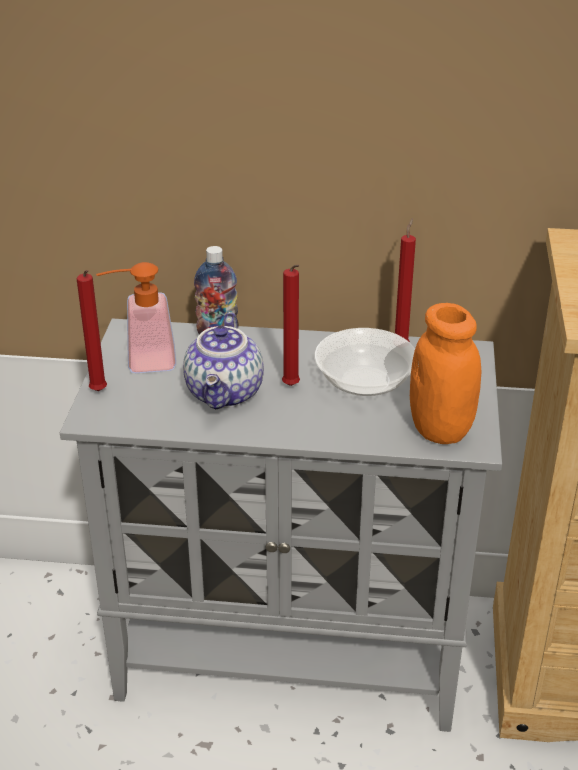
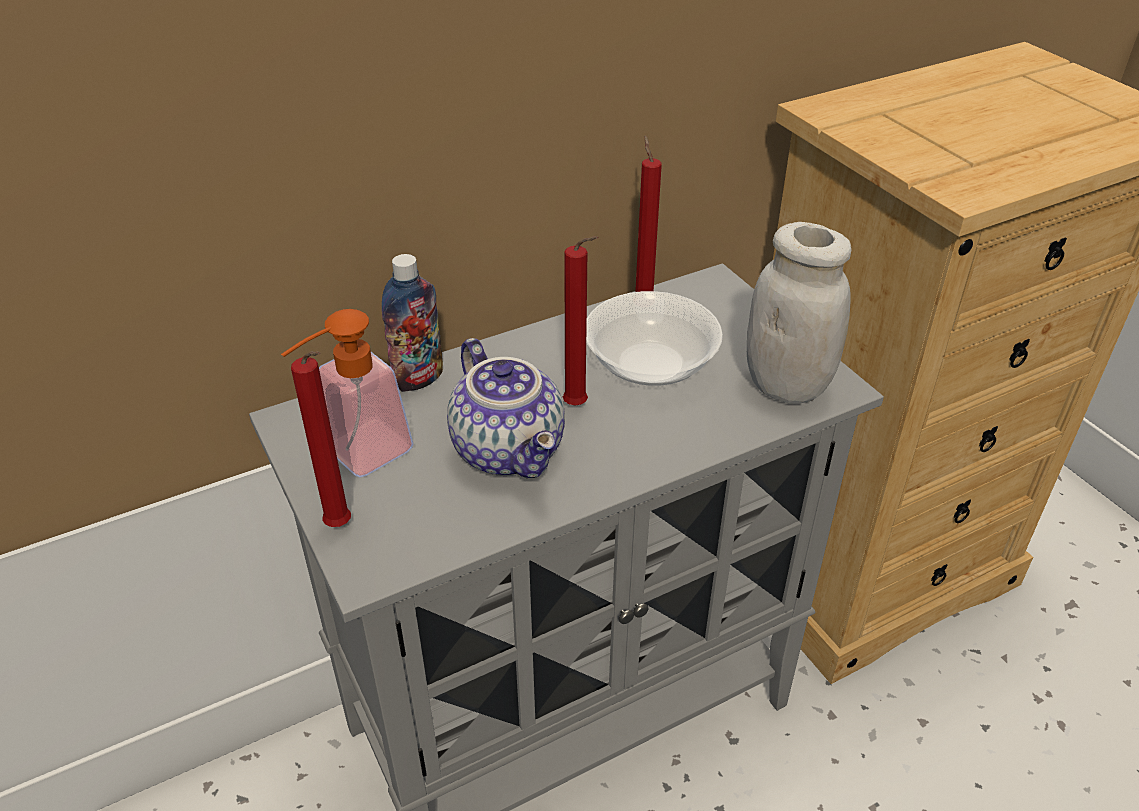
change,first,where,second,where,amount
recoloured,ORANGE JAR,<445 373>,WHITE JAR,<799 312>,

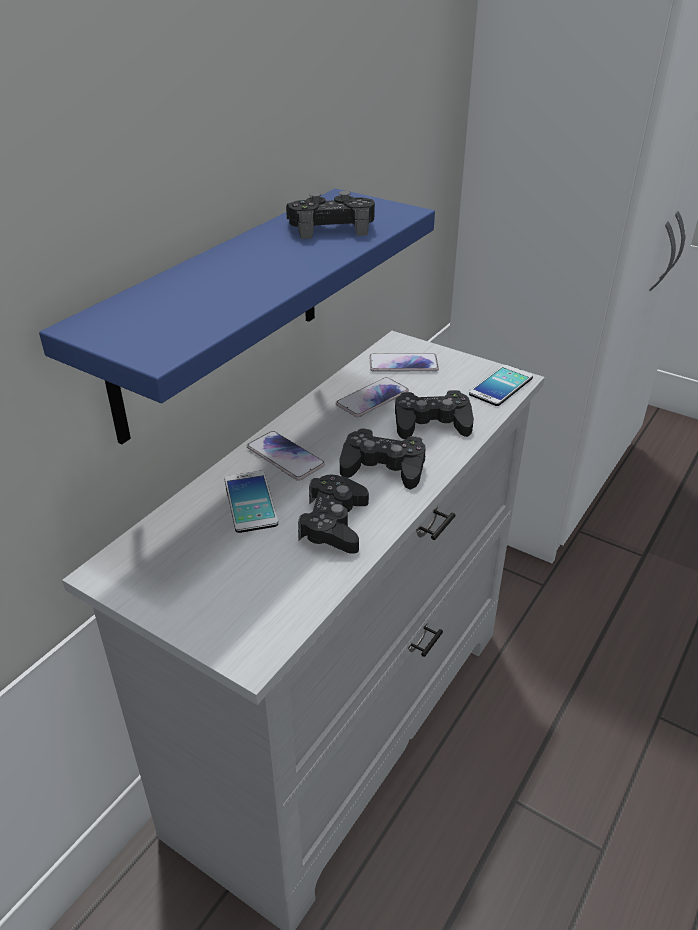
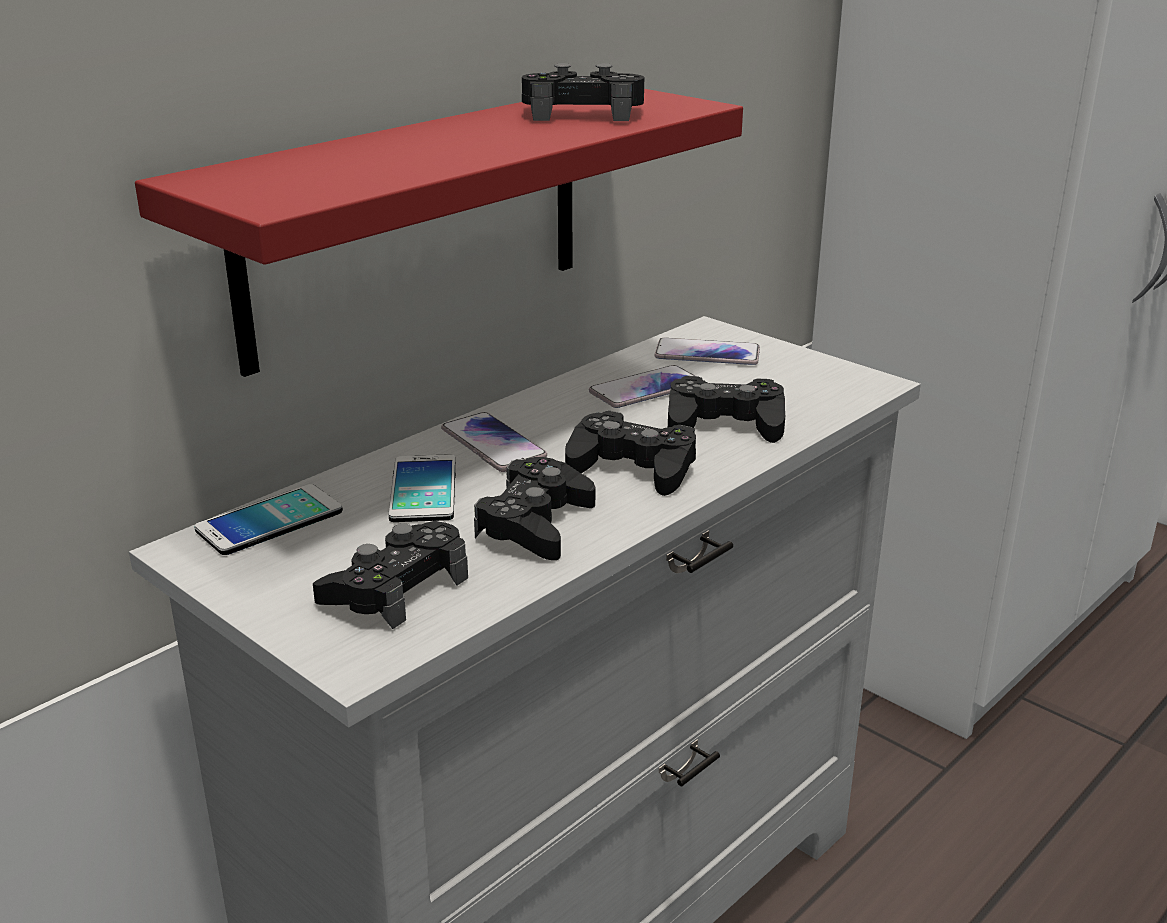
change,first,where,second,where,amount
added,,,BLACK GAME CONTROLLER,<390 574>,
moved,PHONE,<501 385>,,<268 519>,
recoloured,BLUE SHELF,<237 316>,RED SHELF,<439 233>,

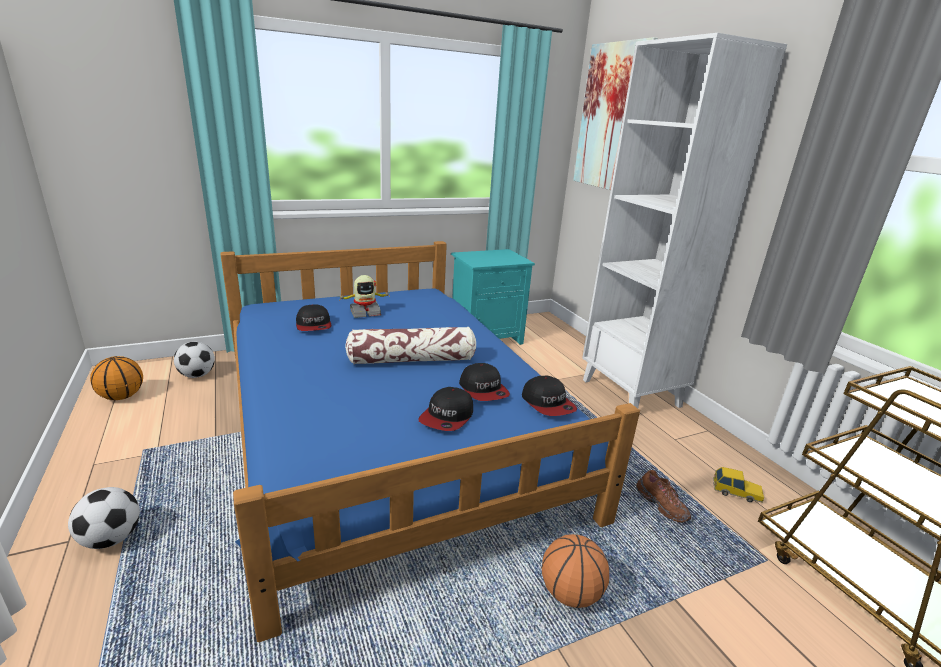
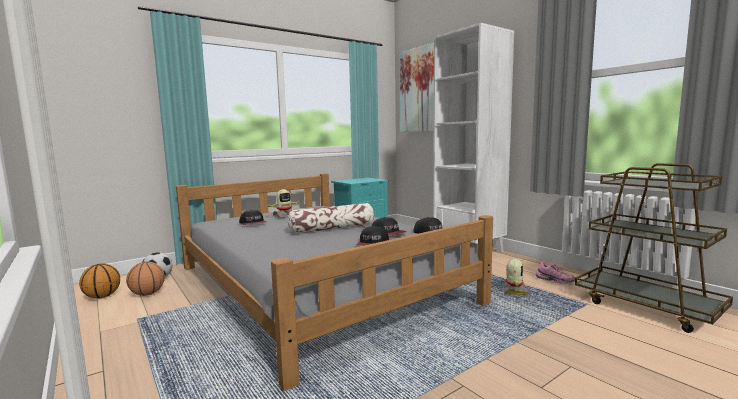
change,first,where,second,where,amount
removed,FOOTBALL,<104 518>,,,
moved,BASKETBALL,<575 571>,,<145 279>,
replaced,BROWN SHOE,<663 496>,TOY ROBOT,<516 278>,
replaced,TOY CAR,<738 485>,PINK SHOE,<555 273>,
recoloured,BLUE BED,<430 441>,GREY BED,<334 282>,

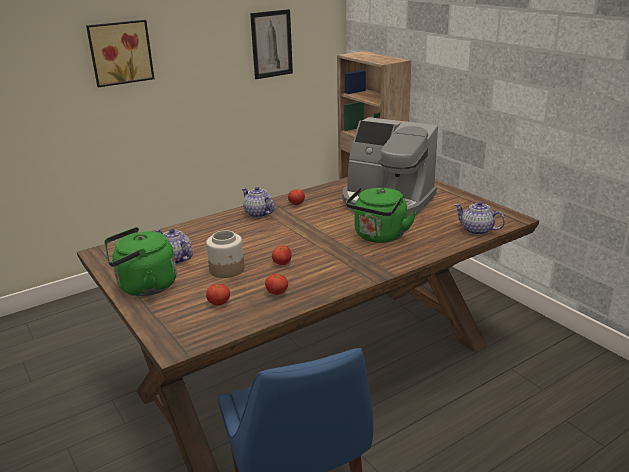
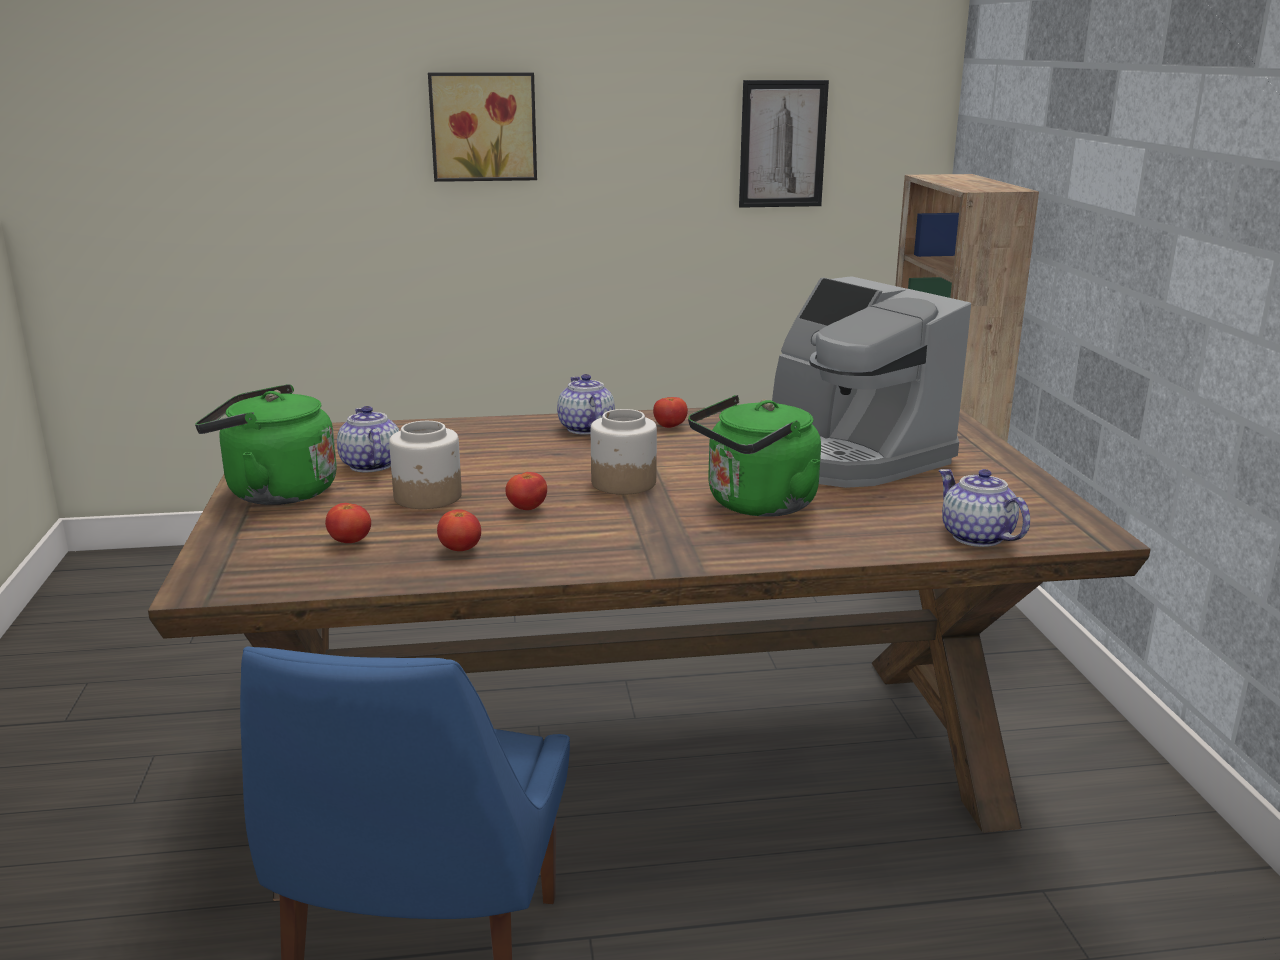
change,first,where,second,where,amount
added,,,JAR,<624 451>,

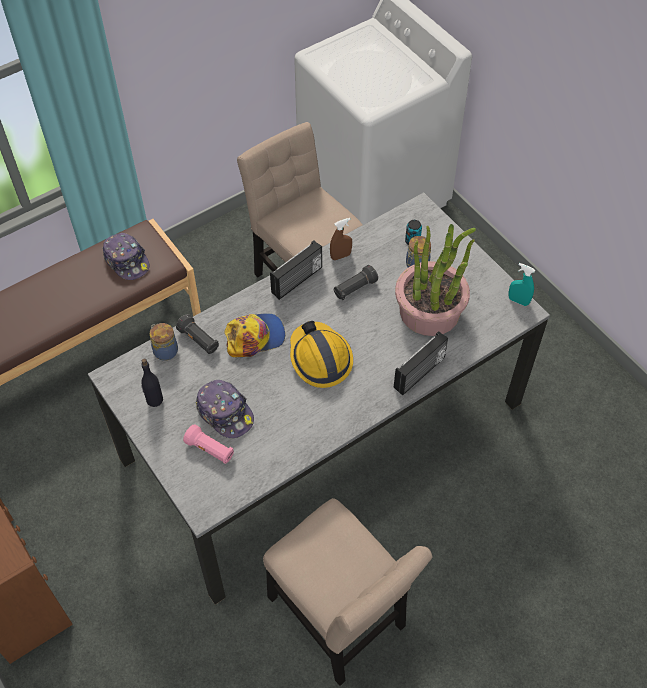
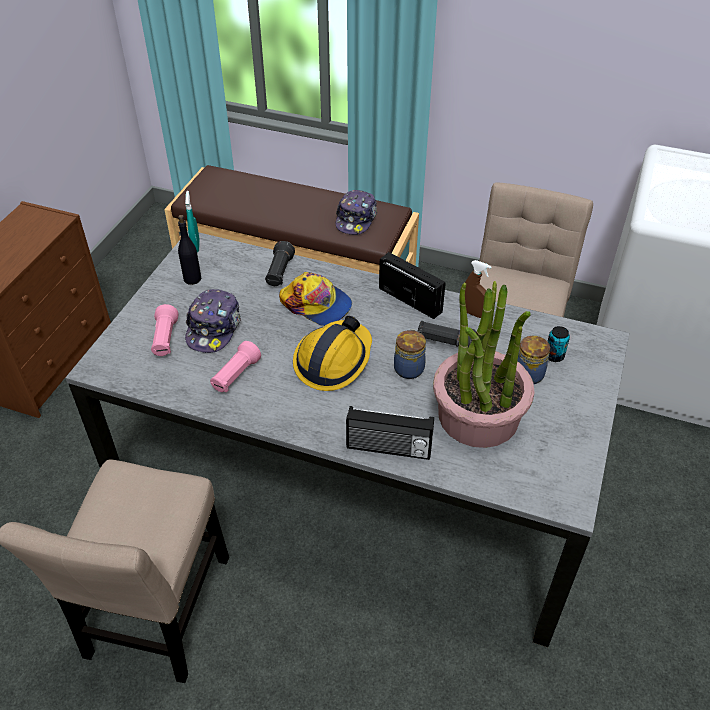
change,first,where,second,where,amount
added,,,PINK FLASHLIGHT,<235 366>,
moved,JAR,<163 342>,,<410 354>,
moved,TURQUOISE SPRAY BOTTLE,<521 284>,,<192 221>,
turned,RADIO,<296 270>,,<412 285>,150 degrees counterclockwise

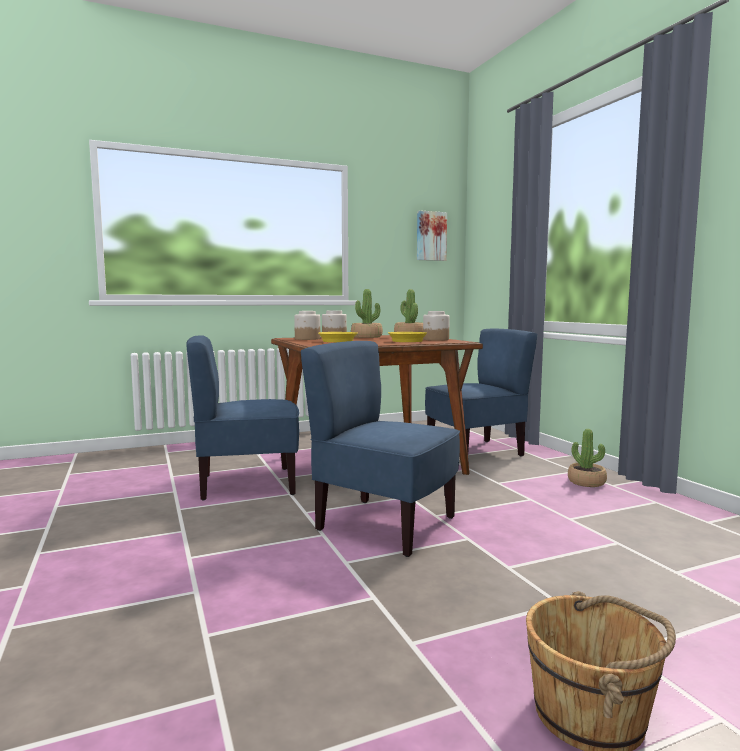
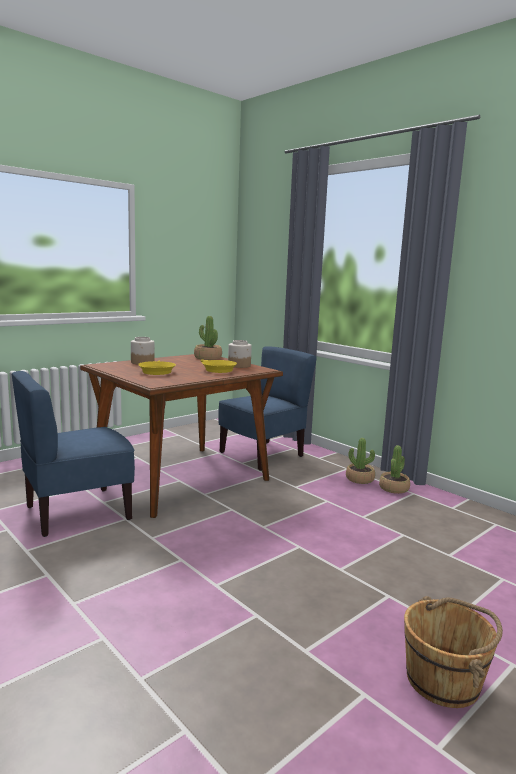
change,first,where,second,where,amount
removed,JAR,<307 325>,,,
removed,BLUE CHAIR,<380 449>,,,
removed,PICTURE,<432 235>,,,
moved,POTTED PLANT,<367 313>,,<394 469>,

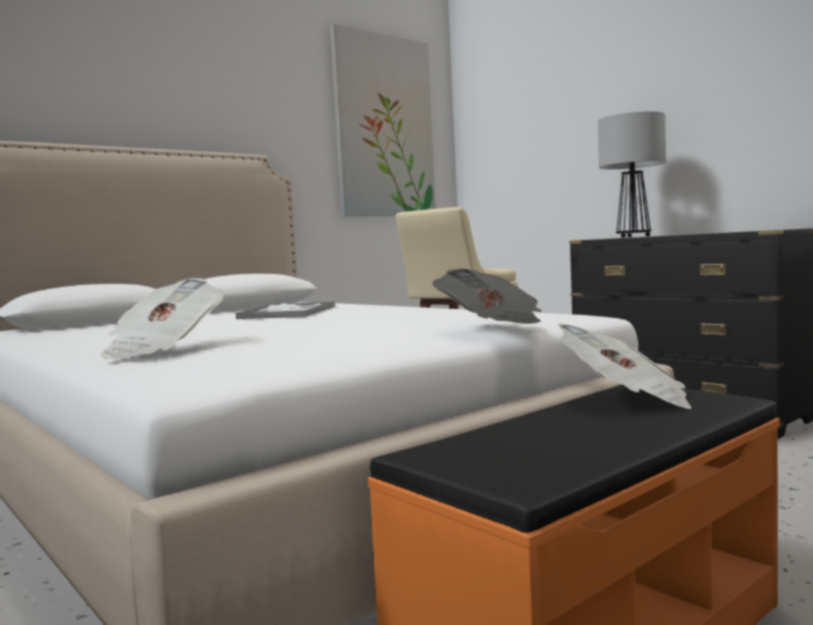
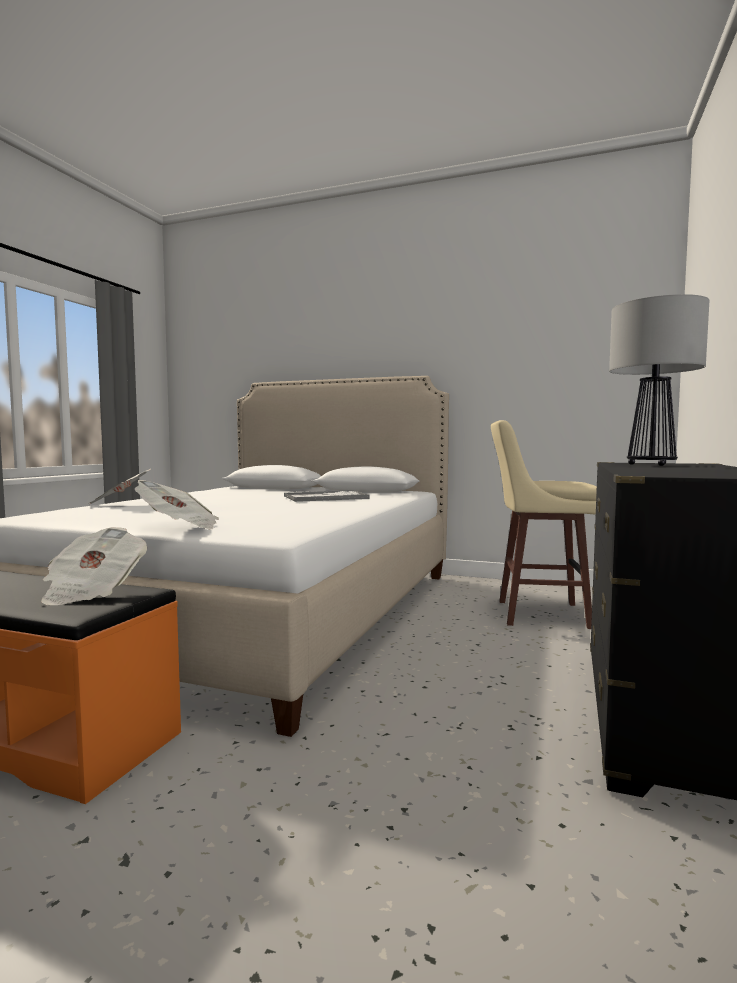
change,first,where,second,where,amount
removed,PICTURE,<383 120>,,,

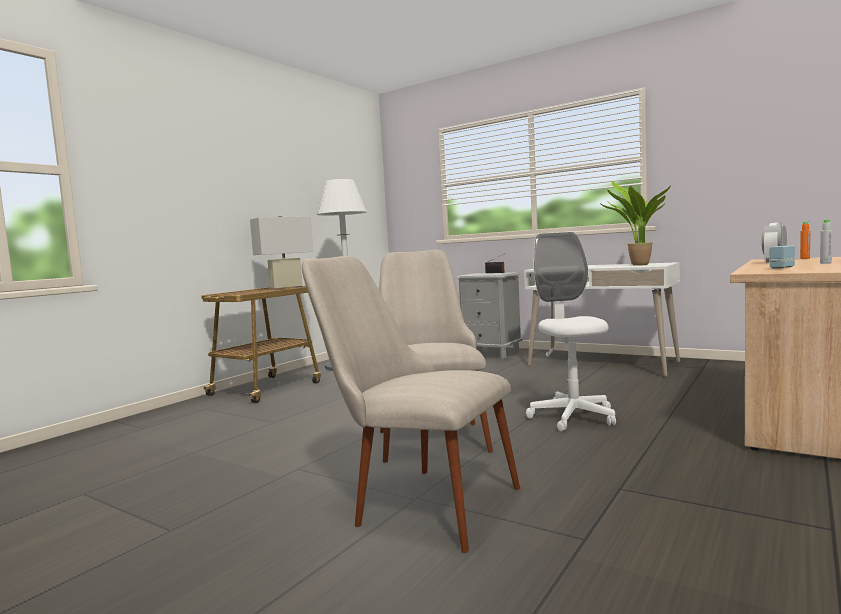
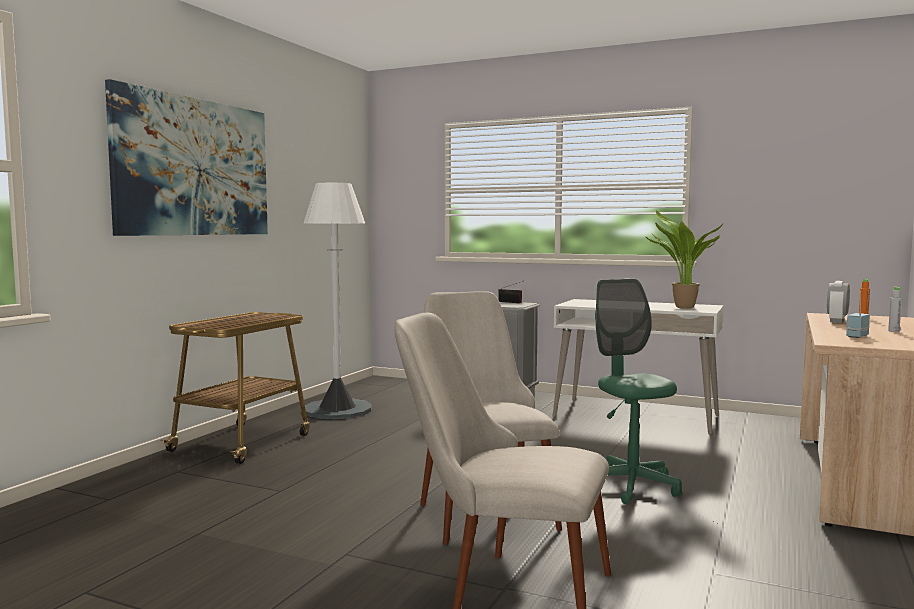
change,first,where,second,where,amount
removed,WHITE TABLE LAMP,<281 252>,,,
added,,,PICTURE,<186 157>,
recoloured,WHITE OFFICE CHAIR,<571 332>,GREEN OFFICE CHAIR,<638 391>,

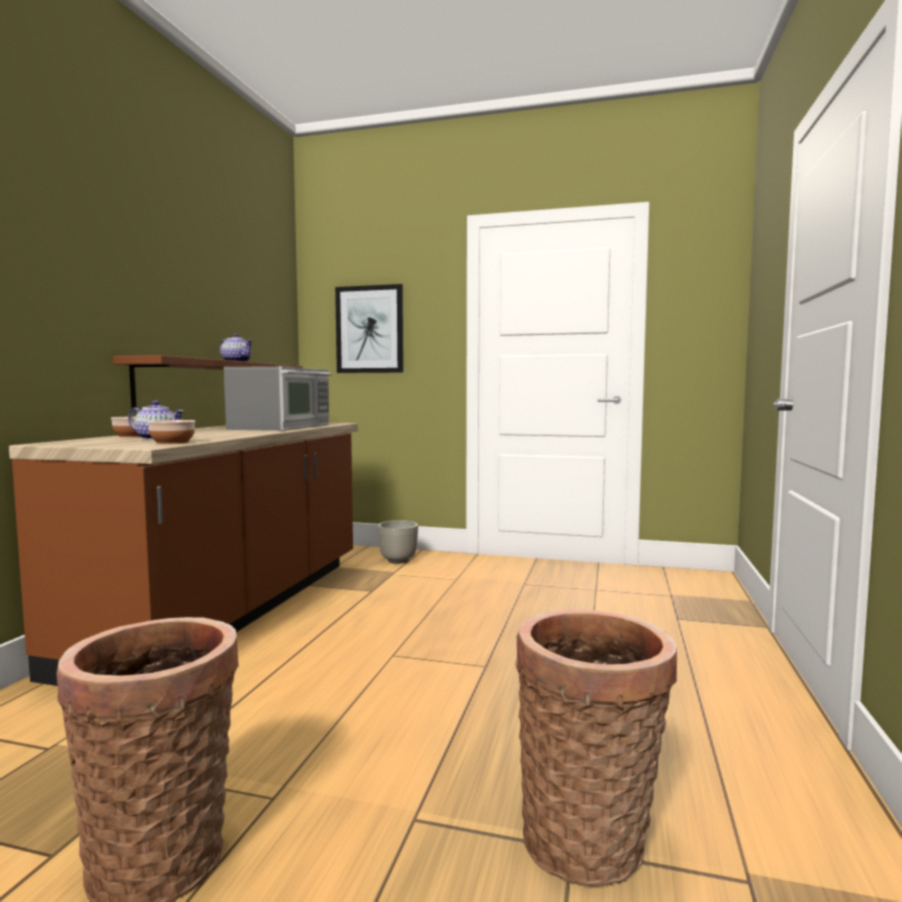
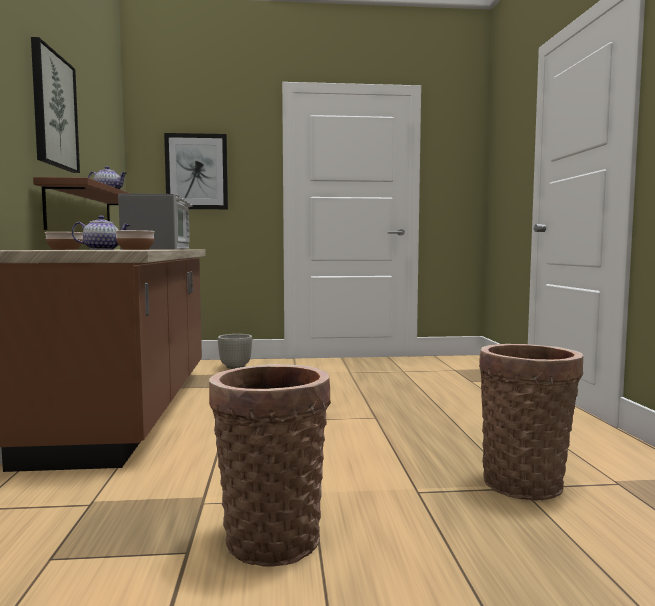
change,first,where,second,where,amount
added,,,PICTURE,<55 105>,

